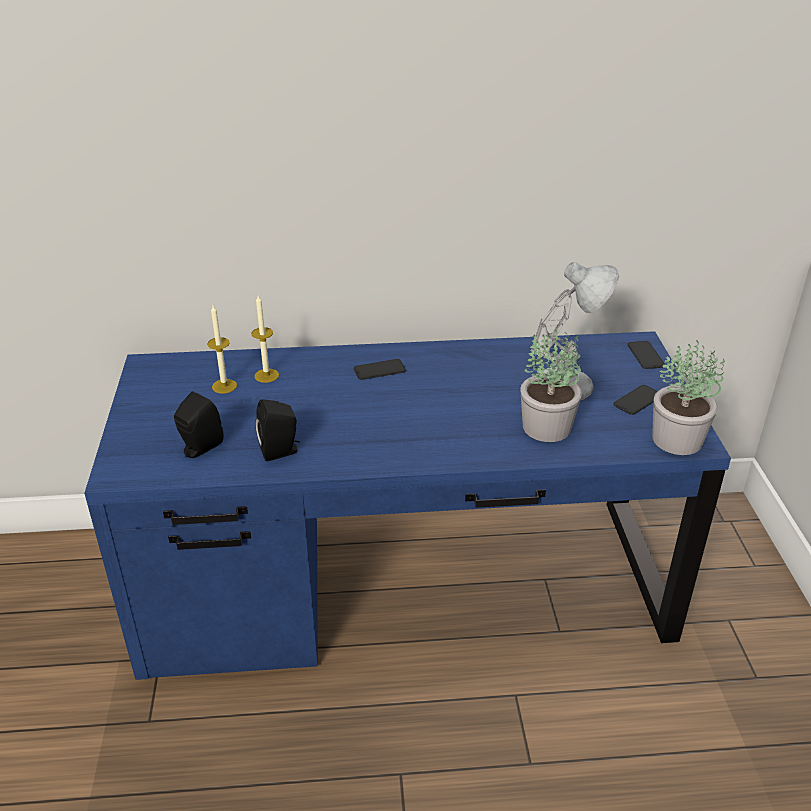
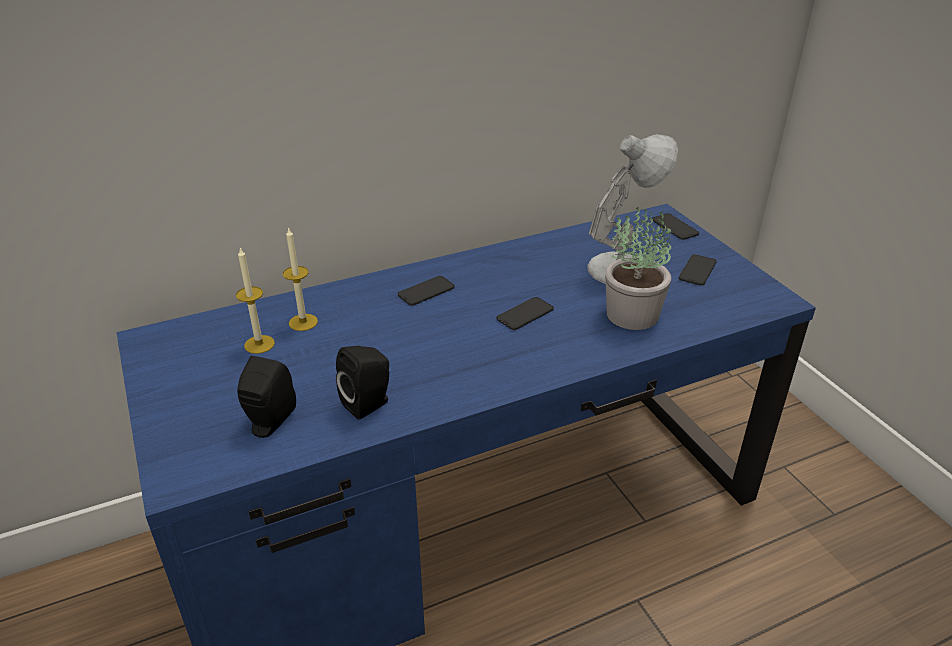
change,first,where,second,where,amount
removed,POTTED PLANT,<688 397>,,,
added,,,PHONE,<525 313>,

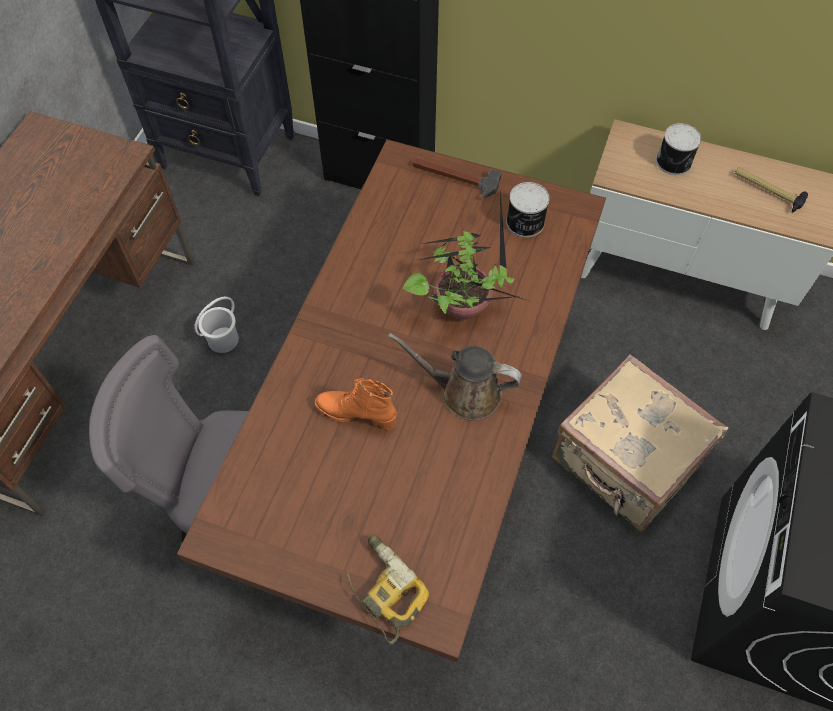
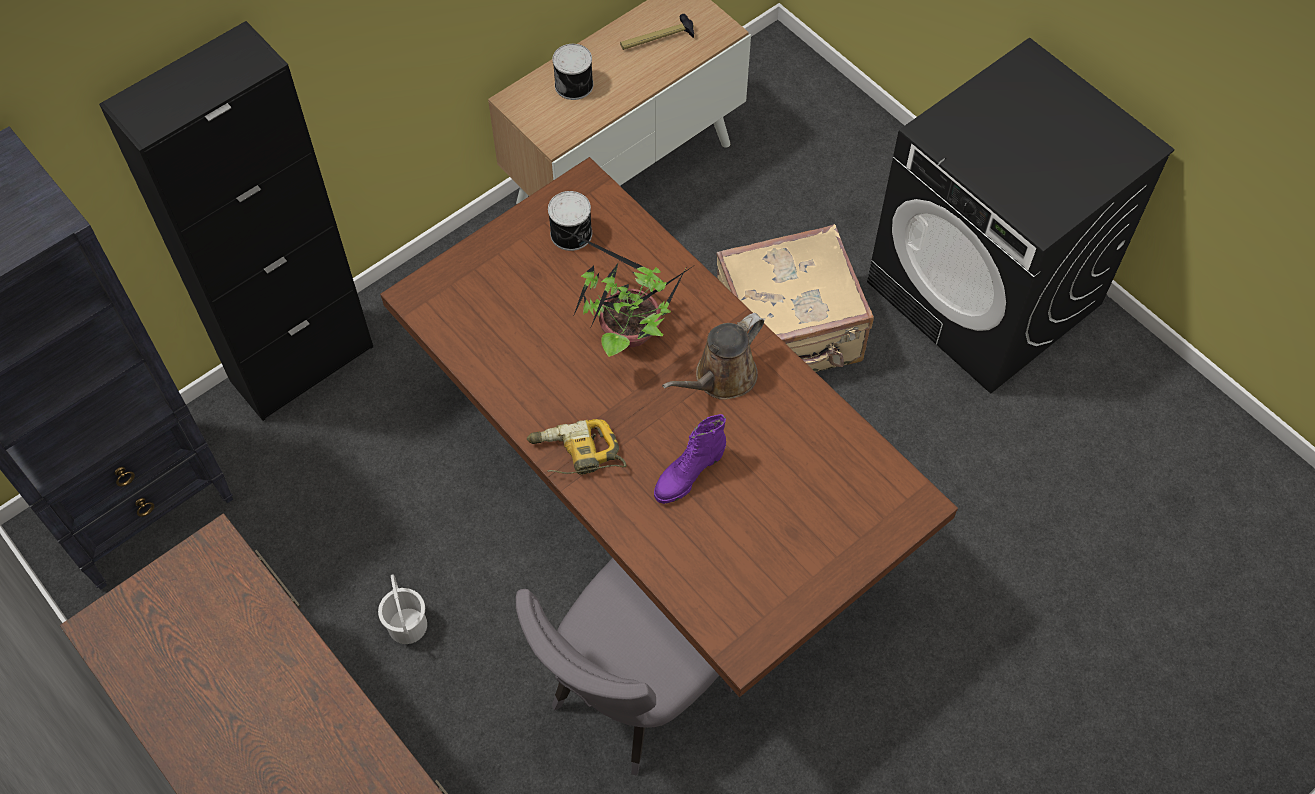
change,first,where,second,where,amount
removed,HAMMER,<457 177>,,,
moved,POWER DRILL,<388 589>,,<577 447>,
recoloured,ORANGE BOOT,<356 404>,PURPLE BOOT,<690 459>,

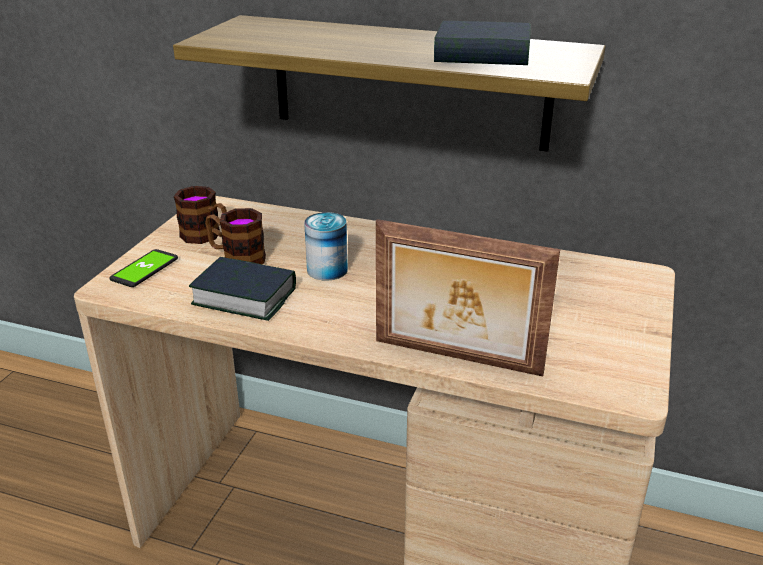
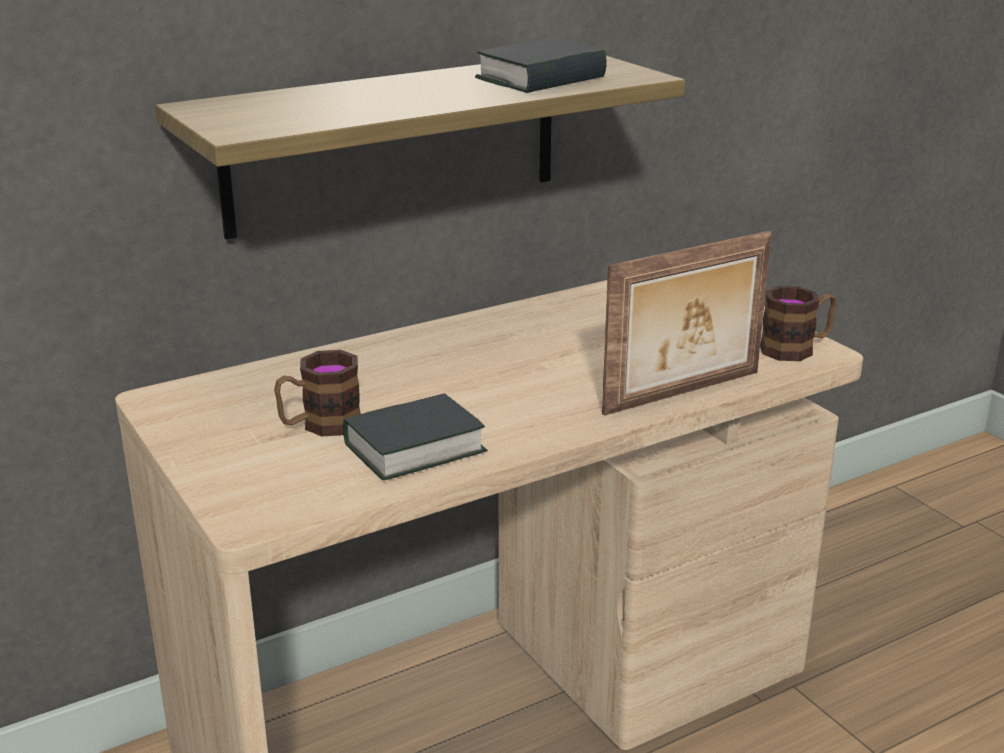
change,first,where,second,where,amount
removed,PHONE,<144 268>,,,
removed,CAN,<326 246>,,,
moved,MUG,<200 215>,,<798 323>,

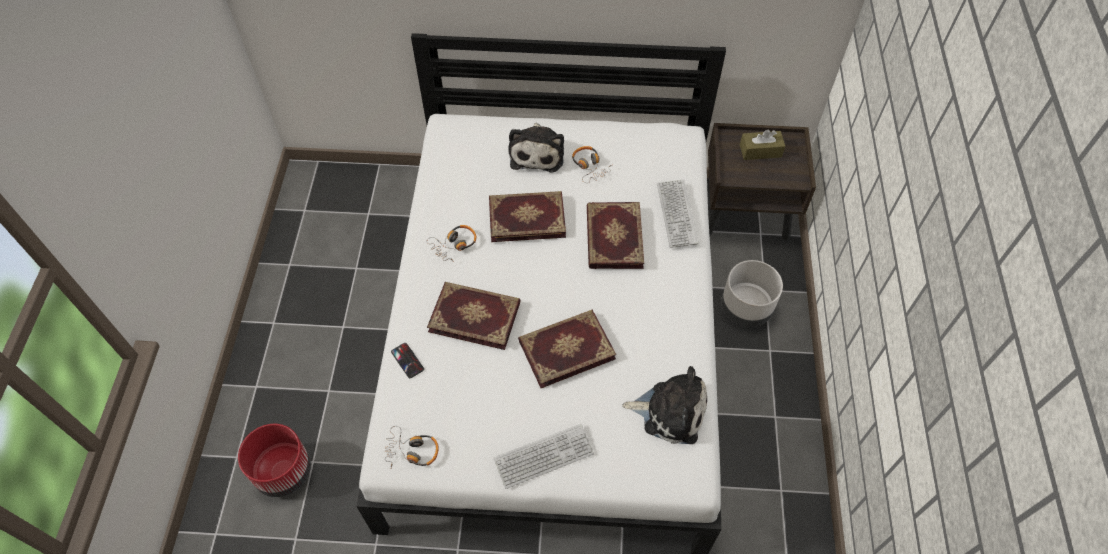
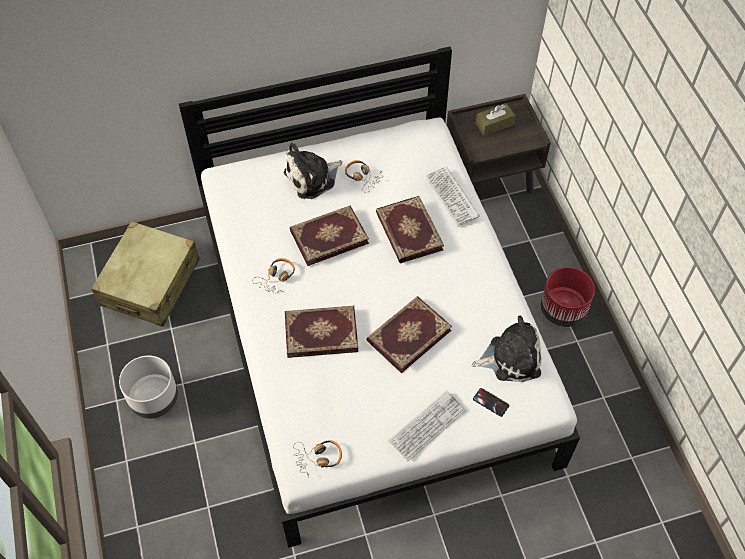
change,first,where,second,where,amount
added,,,BEIGE SUITCASE,<145 274>,
moved,RED PLANTER,<274 460>,,<567 297>,
moved,PHONE,<407 360>,,<491 402>,
moved,GREY PLANTER,<752 293>,,<148 387>,
turned,PLUSH TOY,<536 148>,,<313 170>,75 degrees clockwise

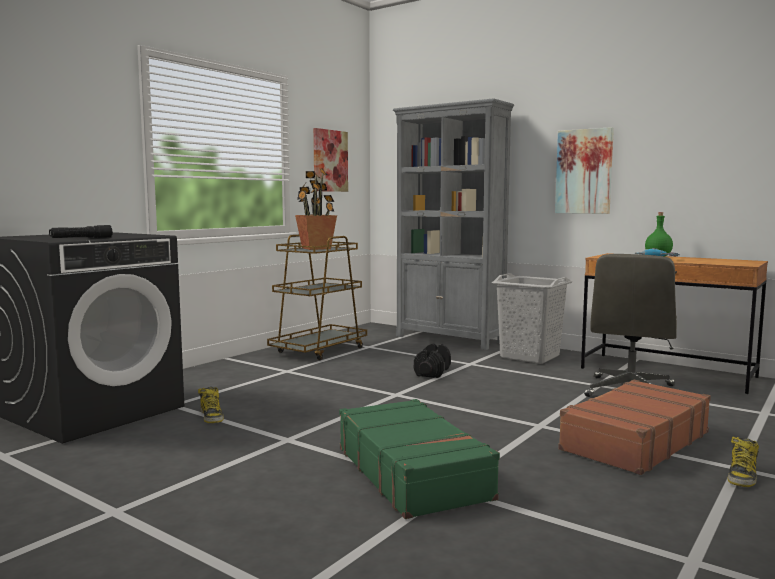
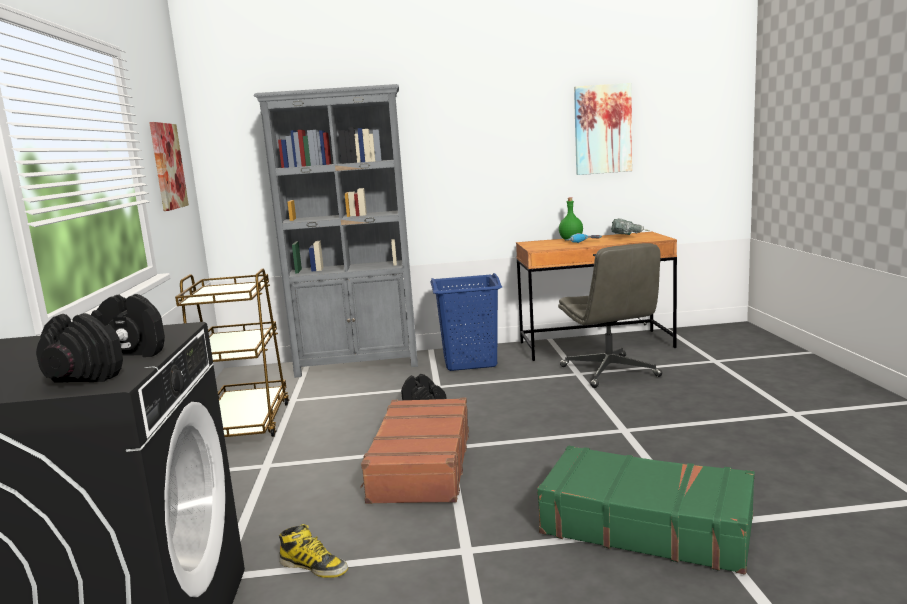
change,first,where,second,where,amount
removed,POTTED PLANT,<316 209>,,,
removed,BOOT,<743 462>,,,
added,,,POWER DRILL,<630 226>,
moved,PICTURE,<584 170>,,<603 129>,
moved,BROWN SUITCASE,<634 427>,,<414 450>,
replaced,BLACK FLASHLIGHT,<81 231>,BLACK DUMBBELL,<100 338>,
recoloured,GREY LAUNDRY BASKET,<532 318>,BLUE LAUNDRY BASKET,<466 322>,

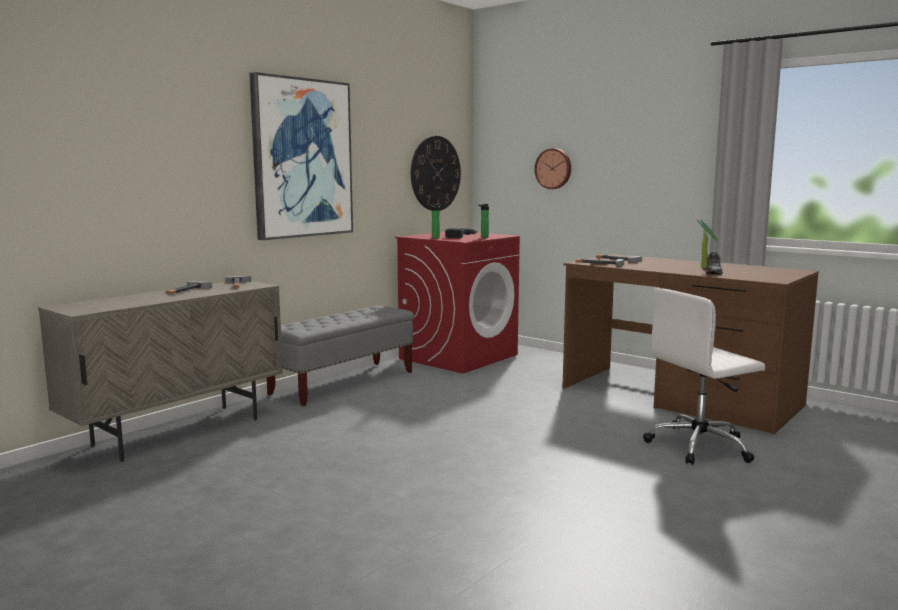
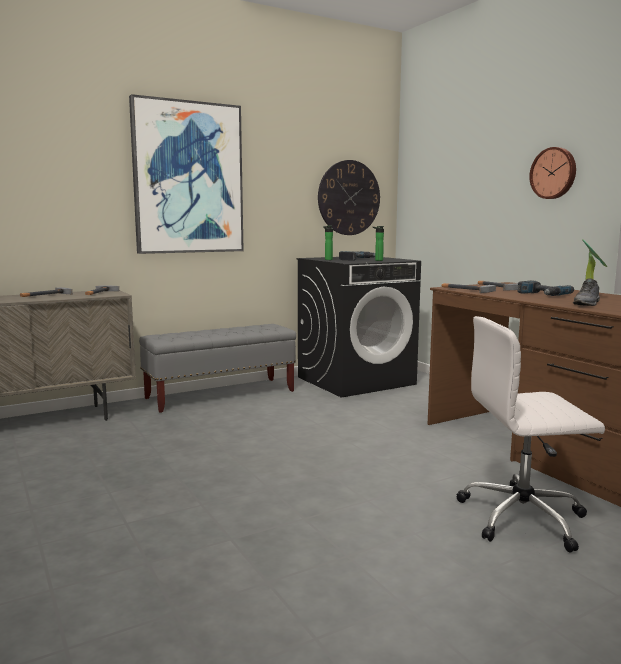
change,first,where,second,where,amount
added,,,POWER DRILL,<545 288>,
moved,WALL CLOCK,<552 168>,,<552 173>,
recoloured,RED WASHING MACHINE,<457 302>,BLACK WASHING MACHINE,<358 327>,

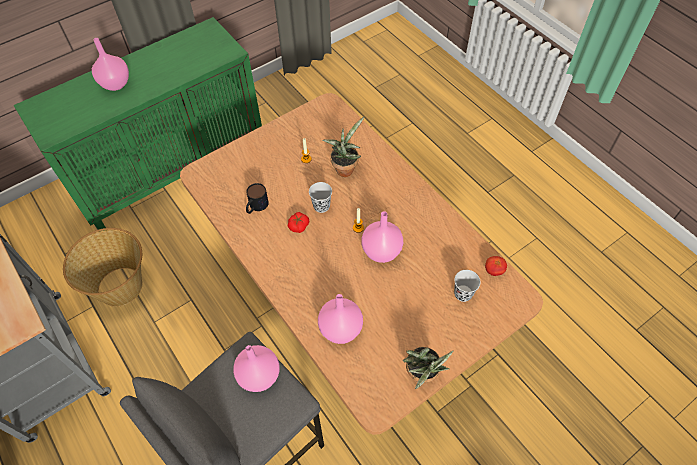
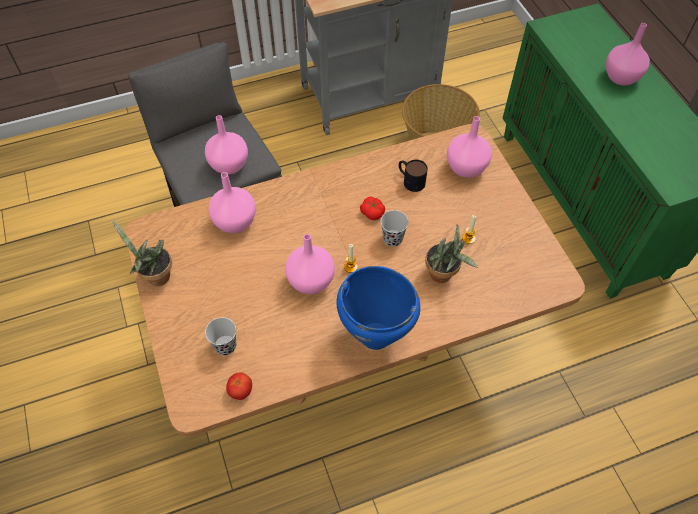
change,first,where,second,where,amount
added,,,BLUE COOKING POT,<378 308>,
added,,,PINK VASE,<469 147>,

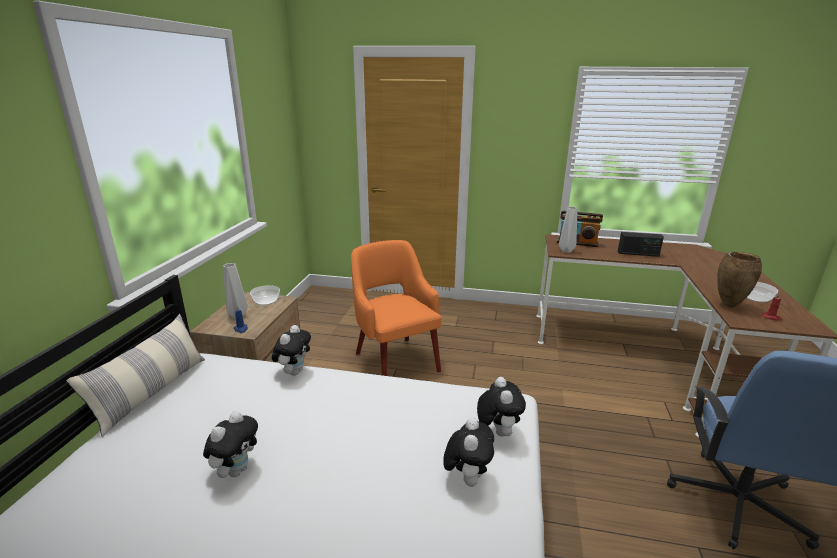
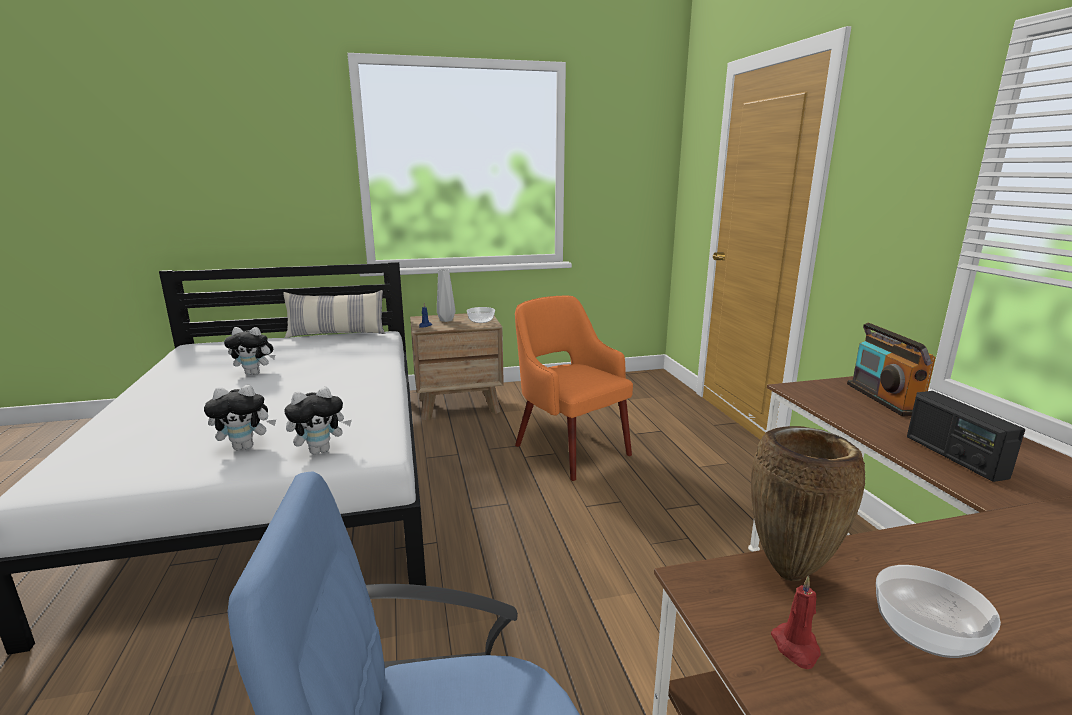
change,first,where,second,where,amount
removed,PLUSH TOY,<291 350>,,,
removed,GREY VASE,<568 229>,,,
turned,ORANGE ARMCHAIR,<396 308>,,<574 388>,75 degrees counterclockwise

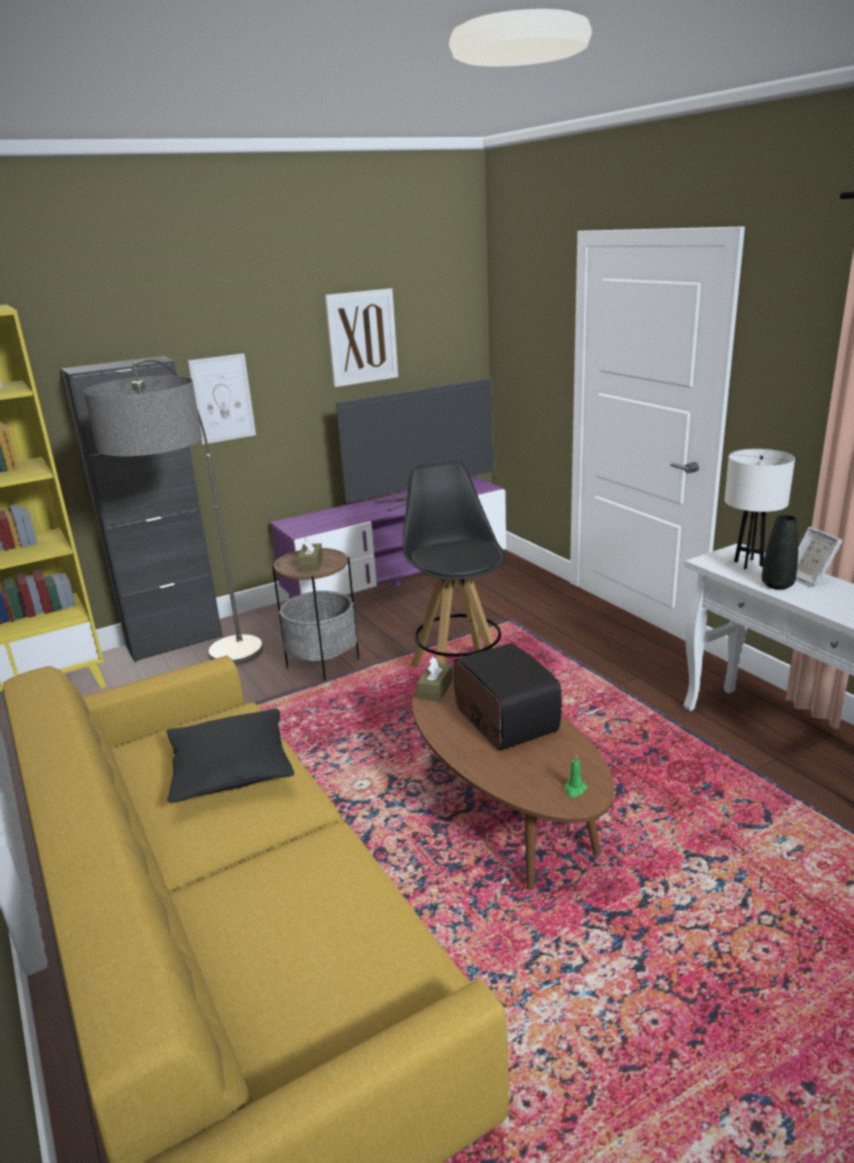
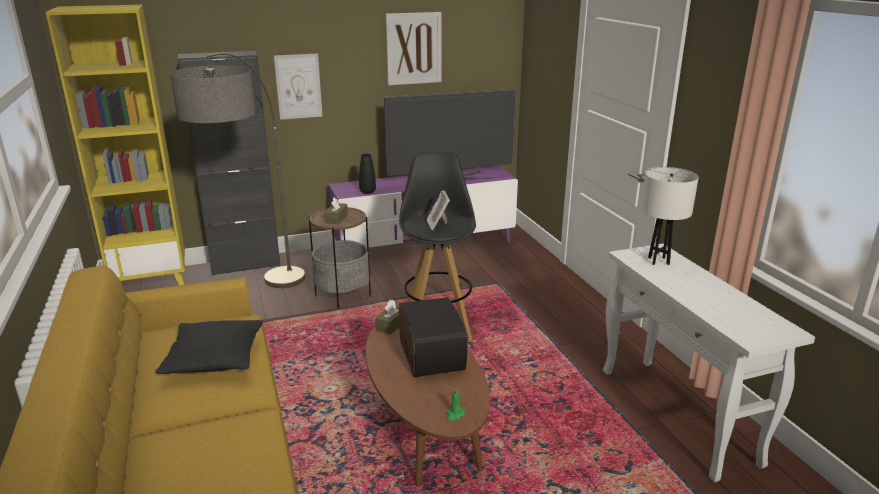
change,first,where,second,where,amount
moved,BLACK VASE,<780 552>,,<367 174>,
moved,PICTURE FRAME,<819 557>,,<438 210>,

